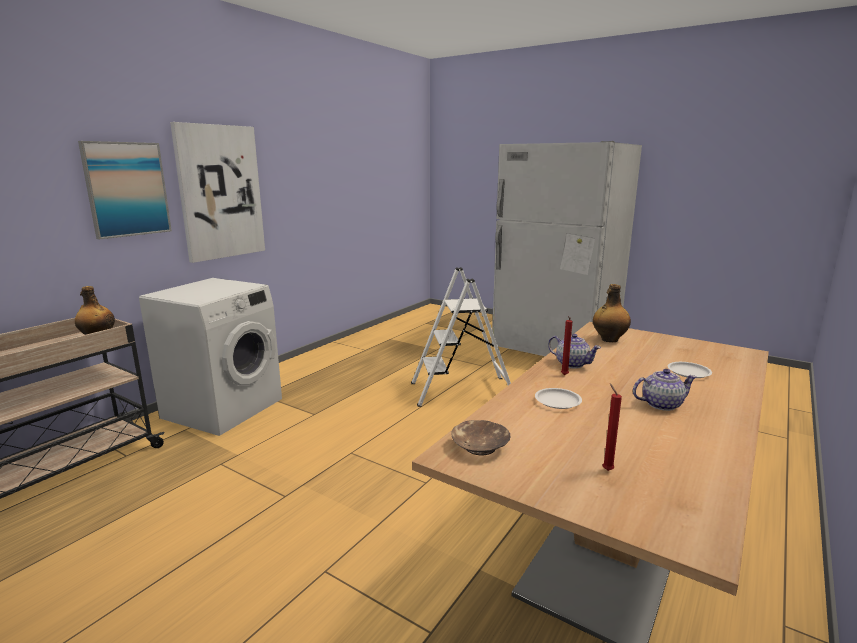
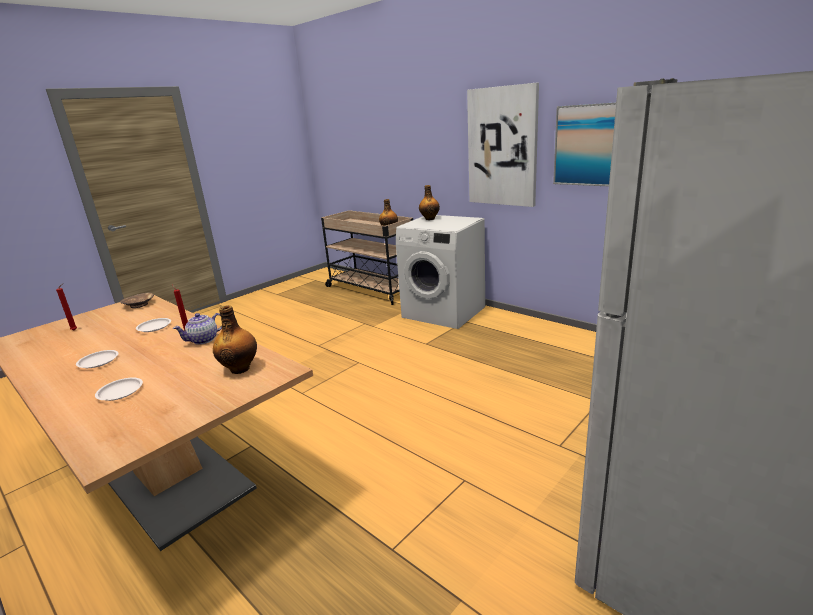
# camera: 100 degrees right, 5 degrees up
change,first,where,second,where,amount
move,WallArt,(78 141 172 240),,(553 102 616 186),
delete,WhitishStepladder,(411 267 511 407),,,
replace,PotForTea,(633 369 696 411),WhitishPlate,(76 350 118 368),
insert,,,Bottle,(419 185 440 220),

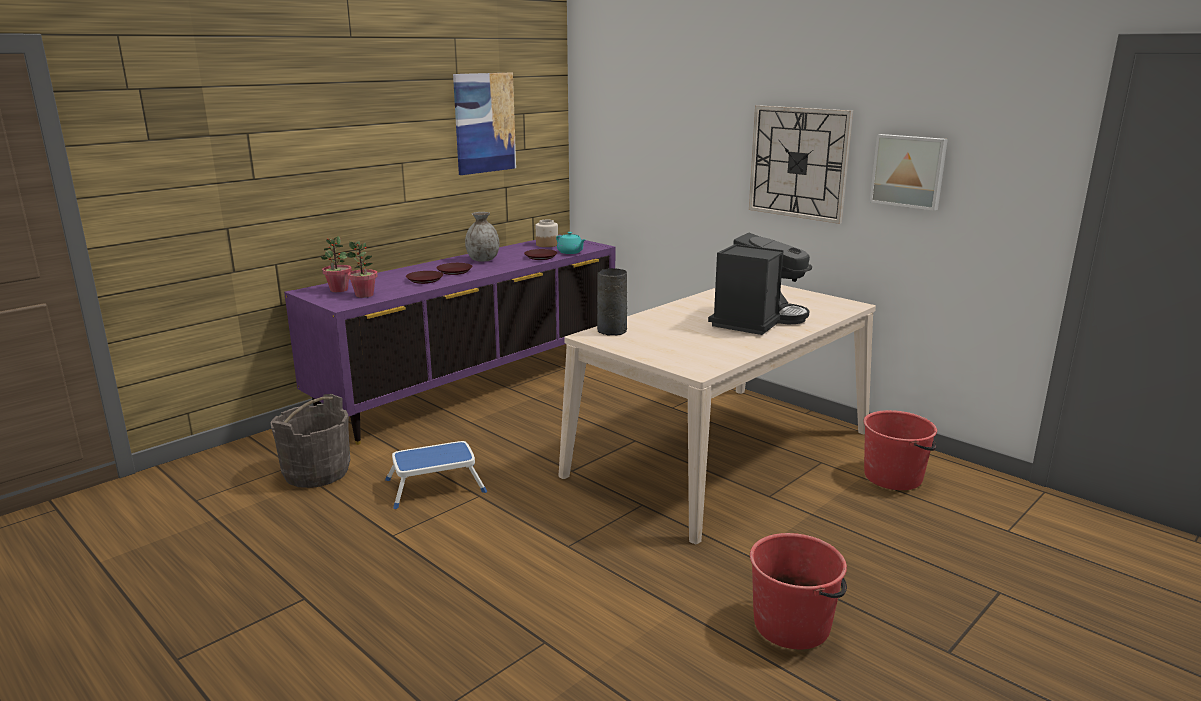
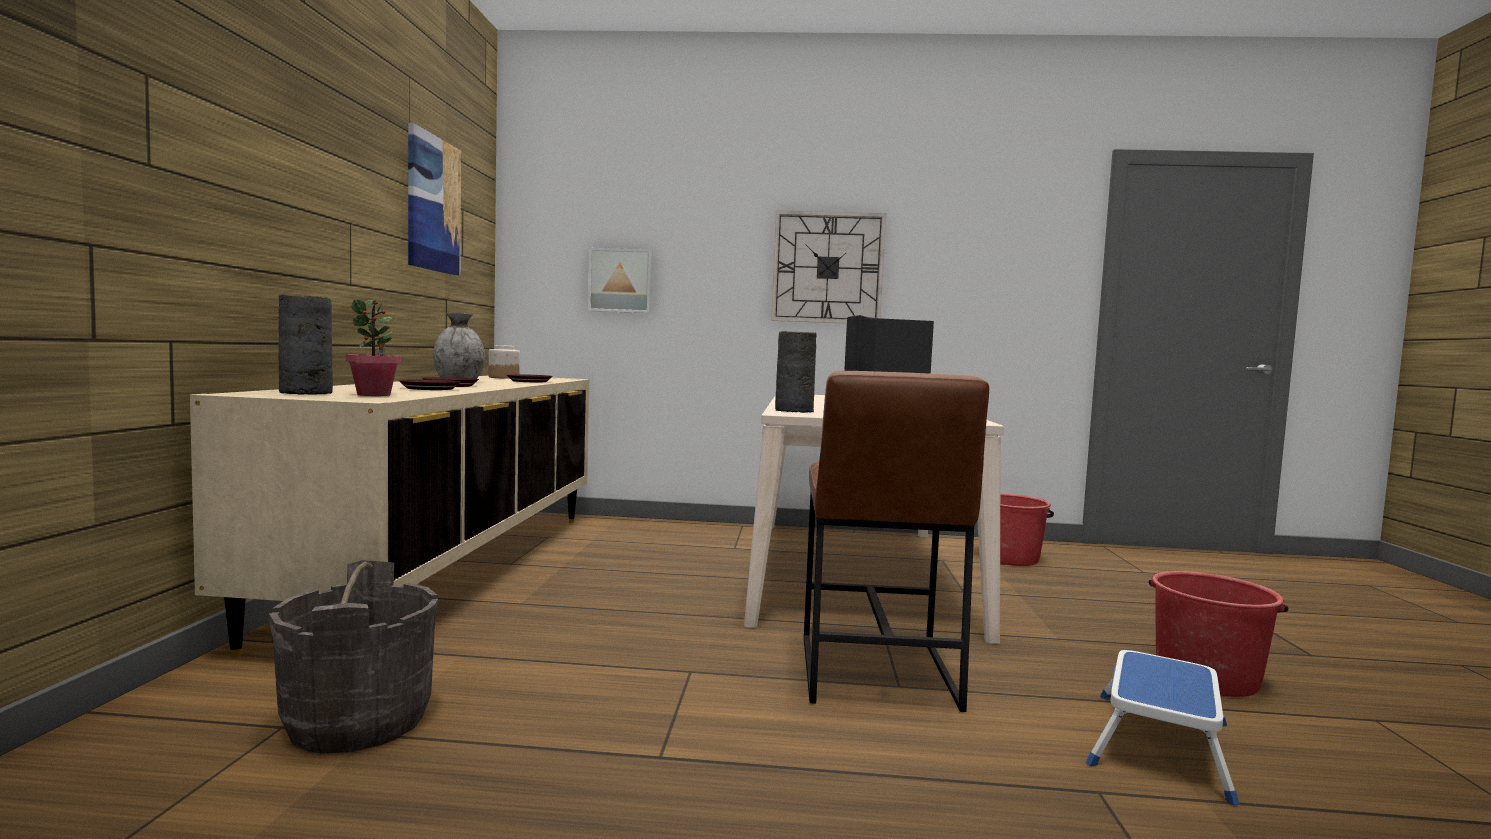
# camera: 40 degrees left, 15 degrees down
change,first,where,second,where,amount
move,WallArt,(870 134 948 211),,(588 248 652 313),
delete,TurquoisePotForTea,(556 232 585 254),,,
recolor,PurplishCupboard,(284 235 615 445),BeigeCupboard,(190 375 589 657),
replace,PlantInAPot,(320 236 352 292),GrayVase,(278 294 333 395),
move,BlueColouredStepladder,(385 441 487 509),,(1086 650 1240 806),
insert,,,BrownishPlainChair,(804 371 989 712),

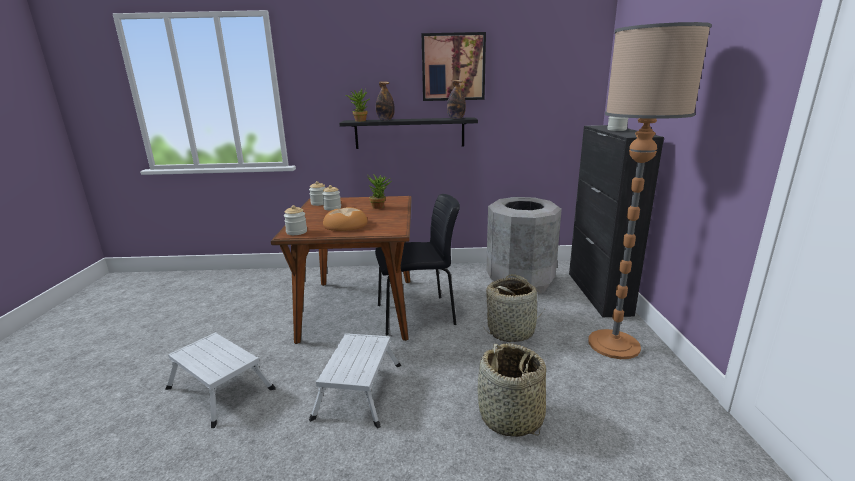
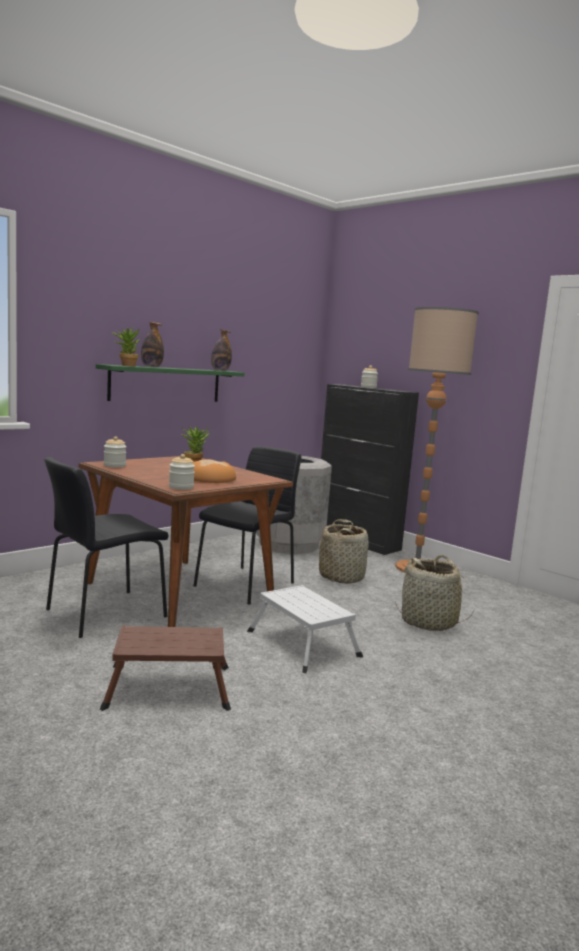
# camera: 45 degrees left, 10 degrees down
change,first,where,second,where,amount
delete,WallArt,(421 32 486 101),,,
recolor,BlackBracketShelf,(339 117 478 149),GreenishBracketShelf,(96 364 245 402),
delete,StorageJar,(322 185 341 211),,,
recolor,WhitishStepladder,(165 332 276 428),BrownishStepladder,(100 625 231 711),
insert,,,BlackPlainChair,(44 457 168 638),

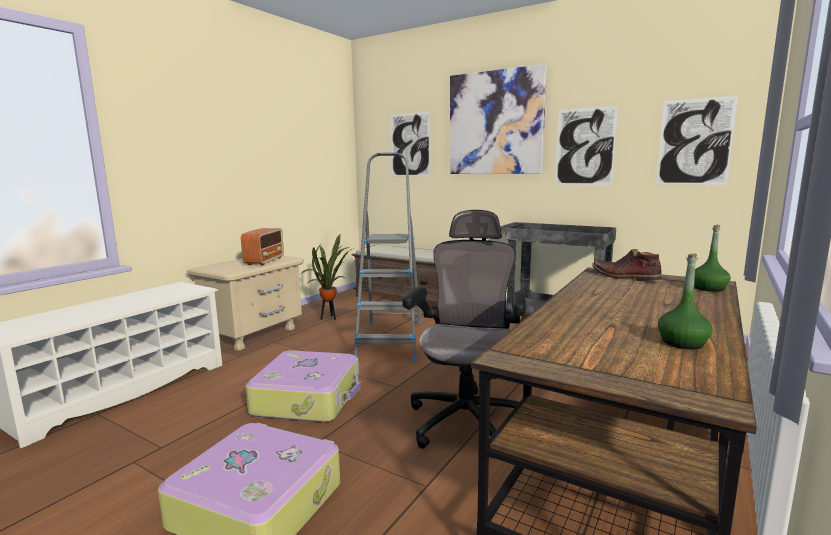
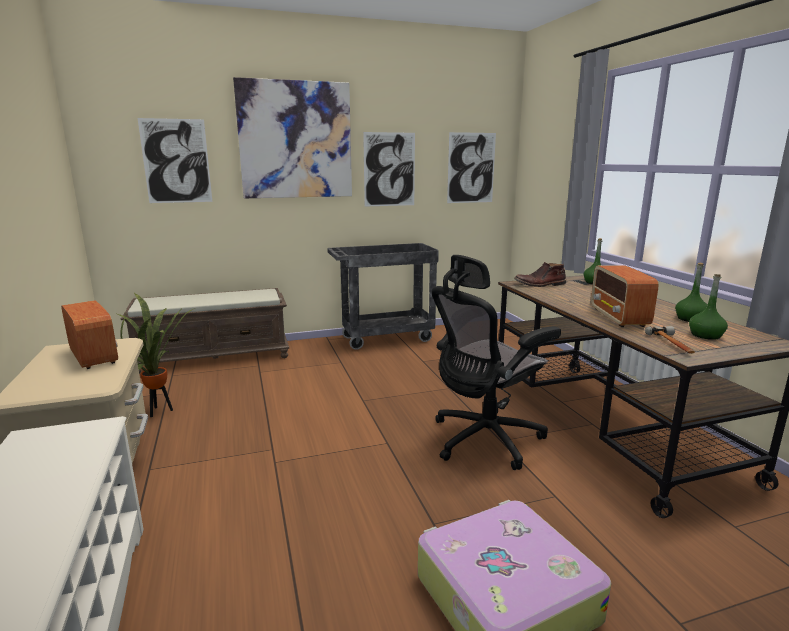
# camera: 50 degrees left, 5 degrees up
change,first,where,second,where,amount
delete,GrayStepladder,(354 152 421 362),,,
rotate,OfficeChair,(402 210 526 449),,(431 255 561 470),90 degrees counterclockwise
delete,Suitcase,(245 350 361 422),,,
insert,,,Radio,(591 265 658 327),
insert,,,GreenishBottle,(689 274 728 340),
insert,,,ToolHammer,(645 326 695 354),

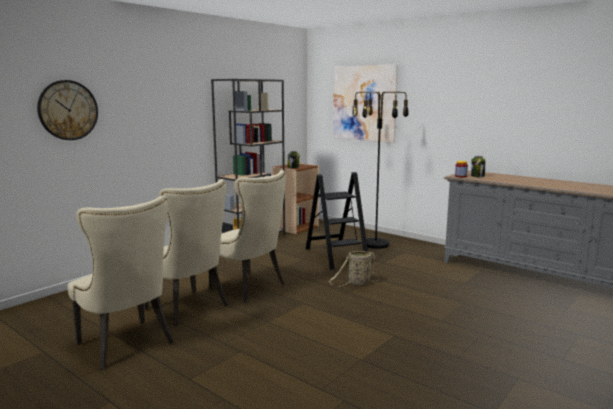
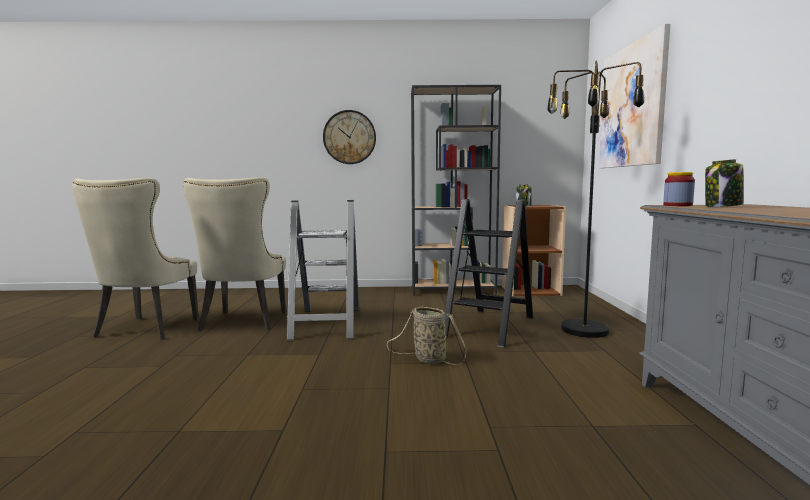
# camera: 50 degrees right, 5 degrees down
change,first,where,second,where,amount
move,ClockOnTheWall,(37 80 98 140),,(323 110 376 164),
replace,BeigePlainChair,(209 170 286 303),GrayStepladder,(287 200 359 341),

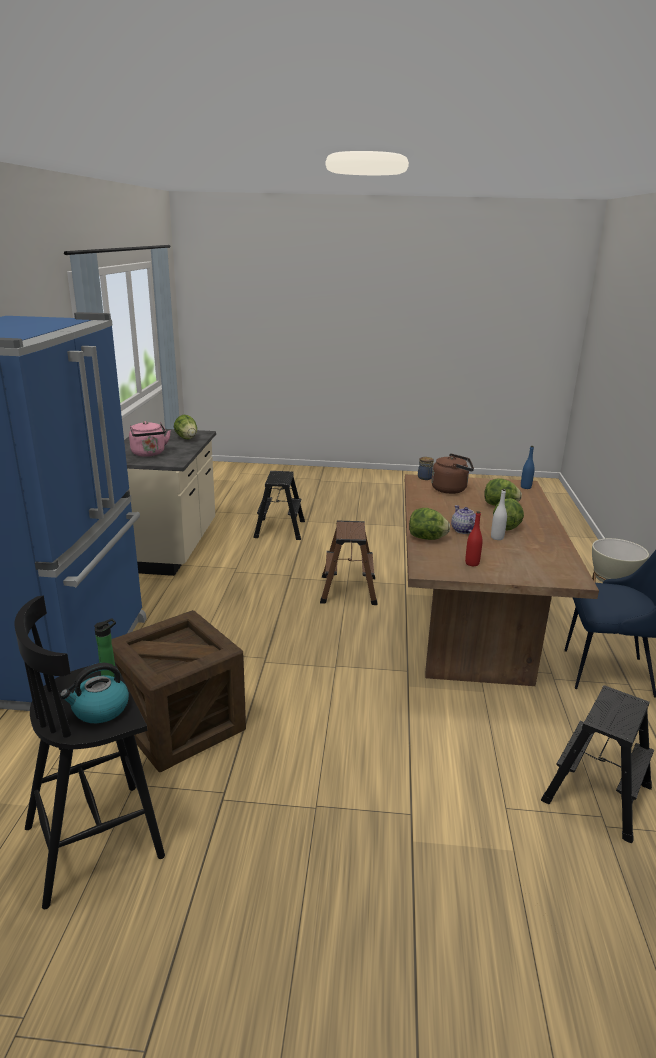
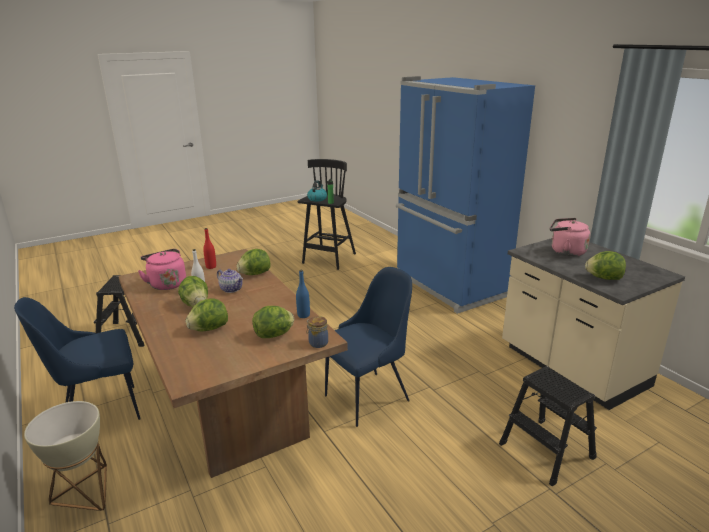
# camera: 145 degrees right, 0 degrees up
change,first,where,second,where,amount
move,BlueColouredBottle,(521 446 535 489),,(296 270 310 318),
replace,BrownishKettle,(431 453 474 494),Lettuce,(252 306 294 338),
replace,BrownishStepladder,(320 521 378 605),BlueColouredPlainChair,(325 267 412 427),
delete,PackingCrate,(111 610 246 772),,,
insert,,,PinkKettle,(138 249 186 290),

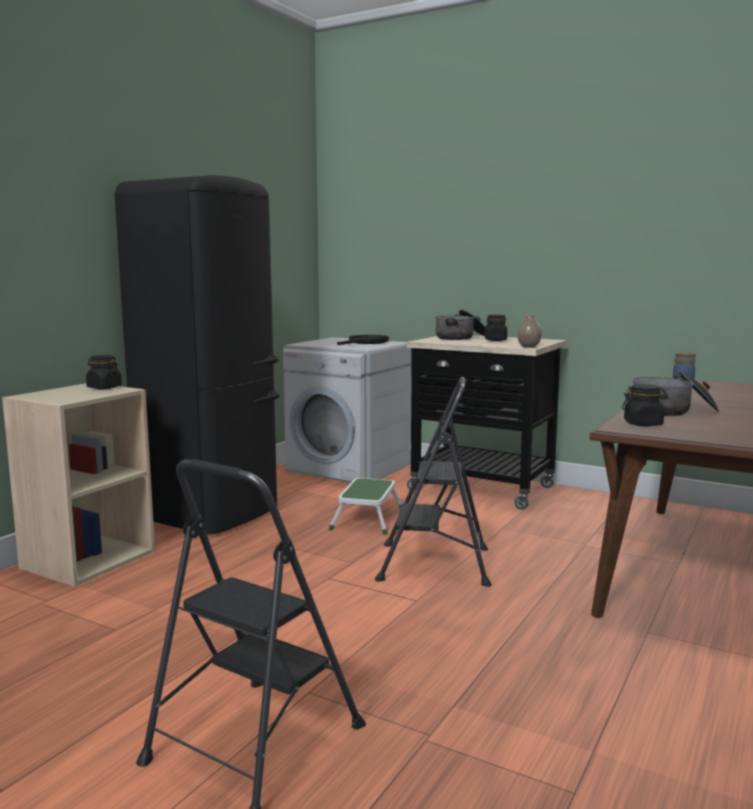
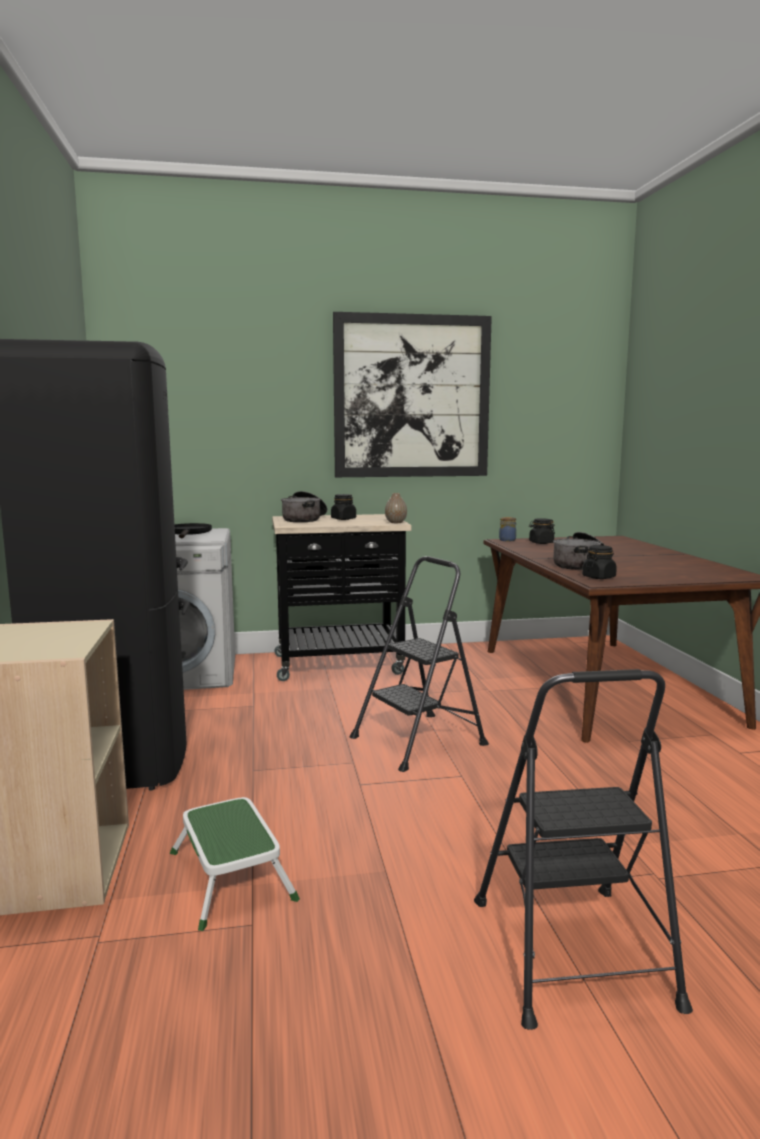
# camera: 40 degrees left, 0 degrees up
change,first,where,second,where,amount
move,BlackStorageJar,(86 355 122 389),,(529 518 555 544),
move,GreenishStepladder,(328 478 402 535),,(170 797 300 931),
insert,,,WallArt,(333 312 492 477),

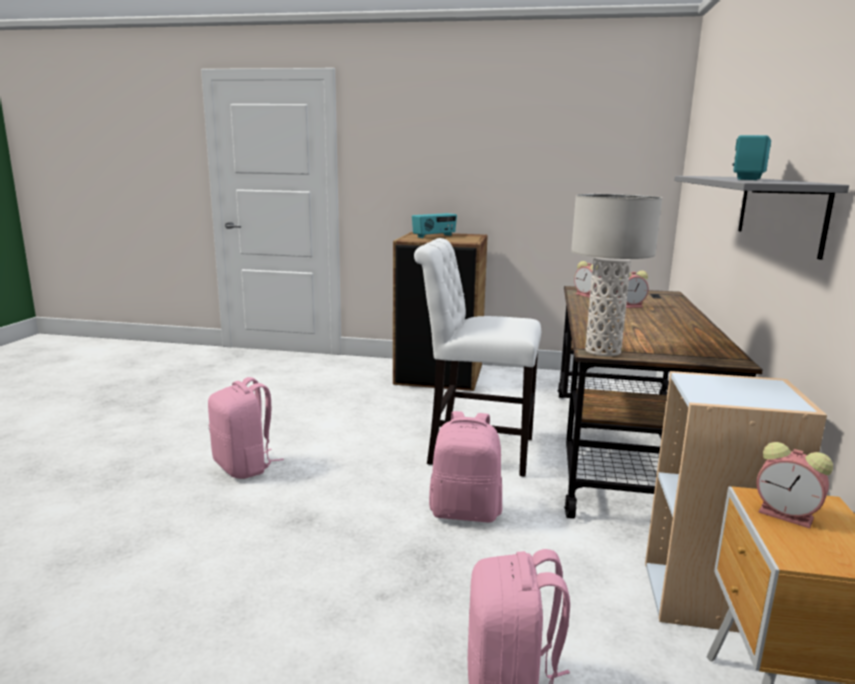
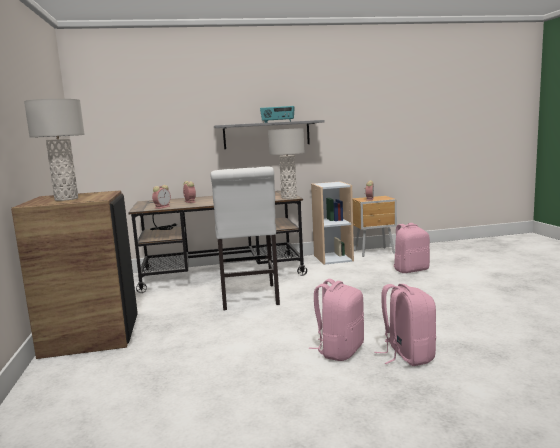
# camera: 110 degrees left, 5 degrees down
change,first,where,second,where,amount
replace,Radio,(412 213 457 238),WhitishTabletopLamp,(24 99 85 201),
move,PinkBackpack,(429 411 502 523),,(375 284 436 366),

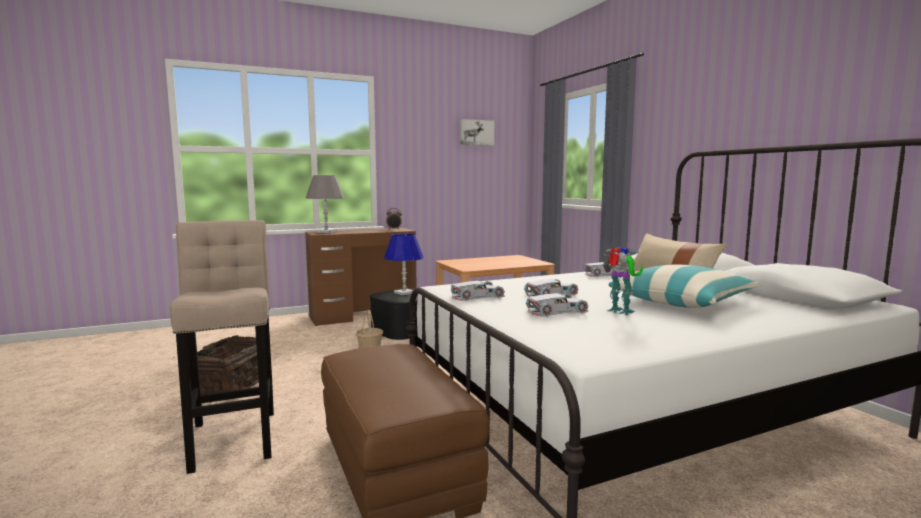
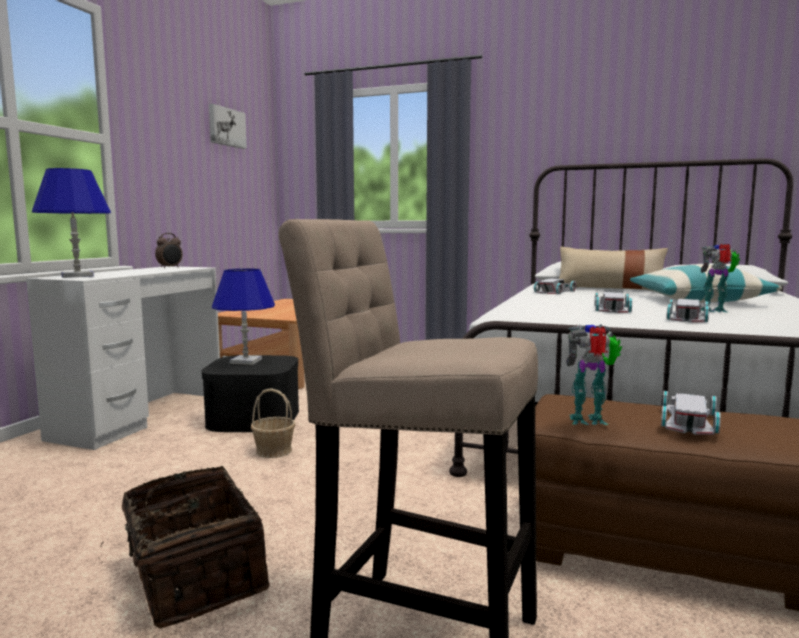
# camera: 45 degrees left, 0 degrees up
change,first,where,second,where,amount
recolor,GrayTabletopLamp,(306 175 344 233),BlueColouredTabletopLamp,(32 168 111 278),
recolor,BrownishDeskTable,(305 228 417 326),WhitishDeskTable,(26 266 220 450),
move,WhitishModelCar,(451 281 505 301),,(661 391 721 435),
insert,,,RobotFigure,(566 324 622 425),

